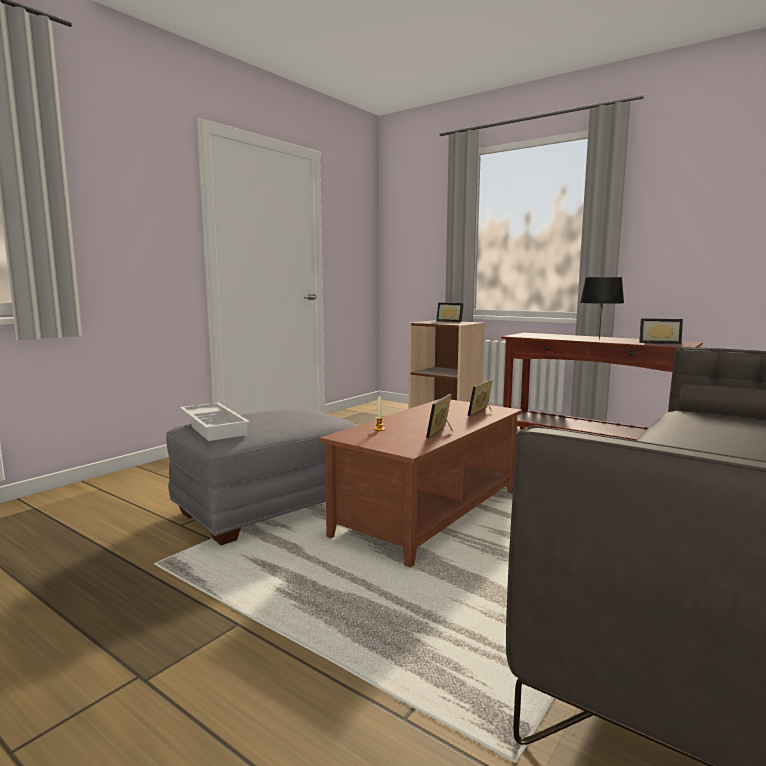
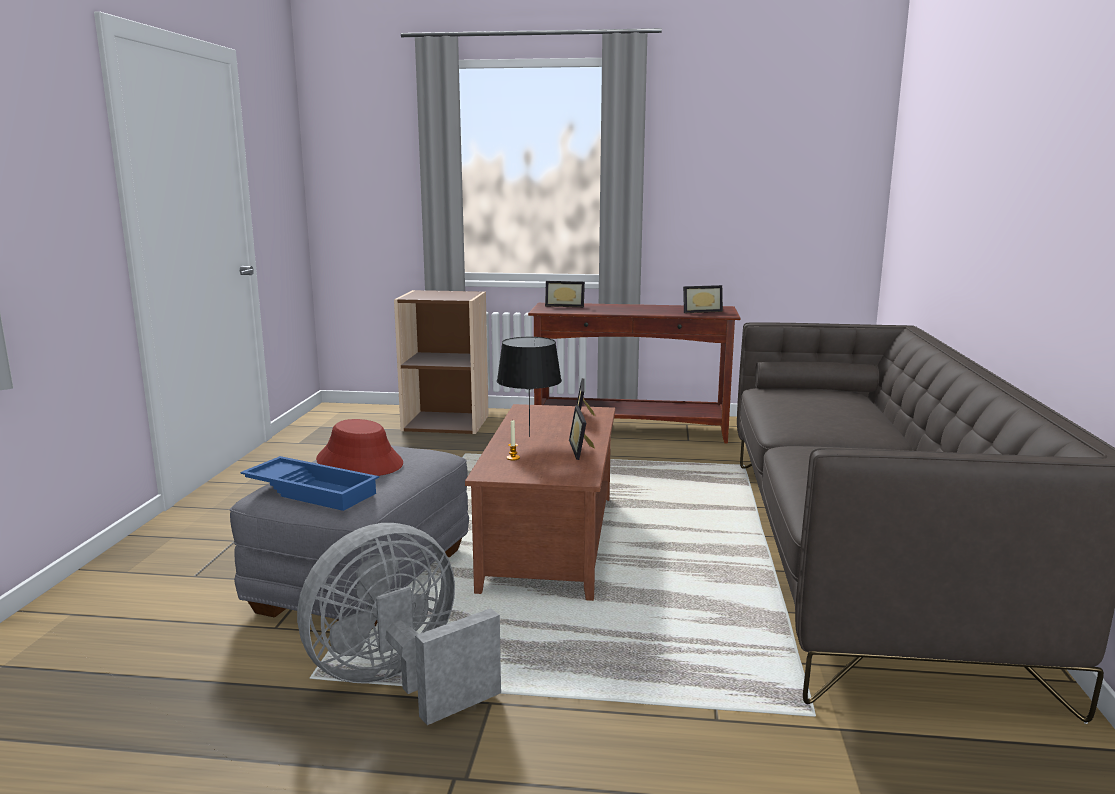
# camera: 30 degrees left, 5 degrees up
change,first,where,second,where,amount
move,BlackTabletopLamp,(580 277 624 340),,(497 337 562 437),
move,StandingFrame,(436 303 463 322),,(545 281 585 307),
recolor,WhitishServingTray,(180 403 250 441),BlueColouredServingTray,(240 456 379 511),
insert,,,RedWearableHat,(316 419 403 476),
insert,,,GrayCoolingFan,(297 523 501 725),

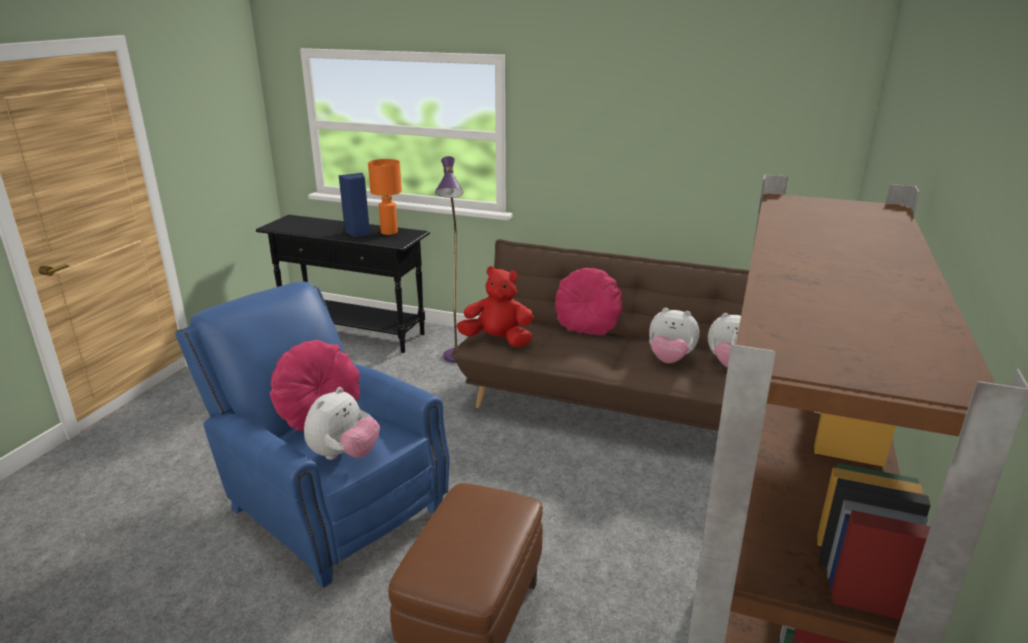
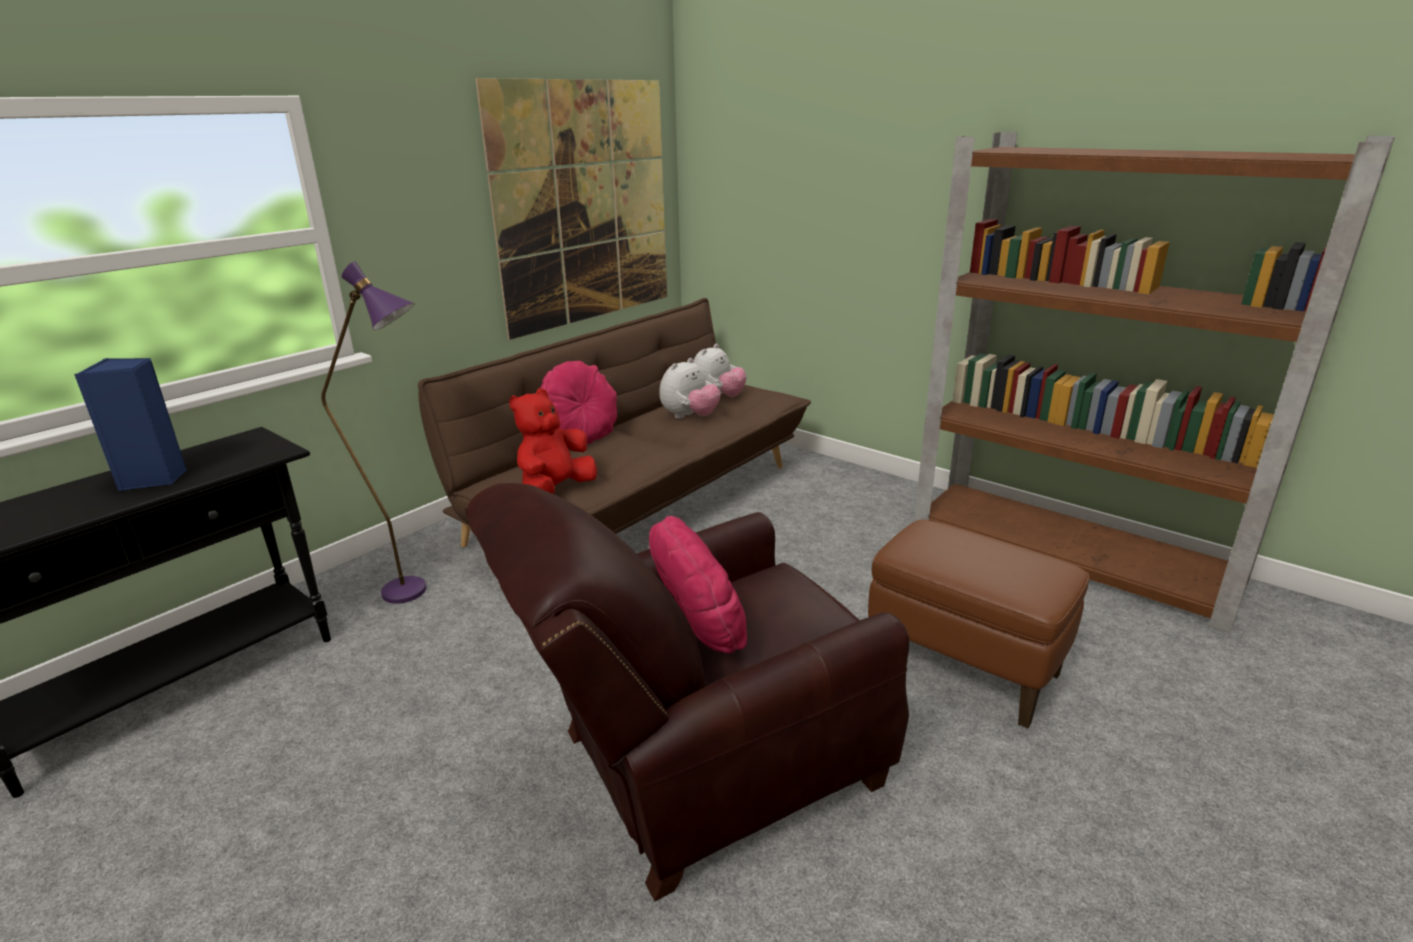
# camera: 70 degrees left, 0 degrees up
change,first,where,second,where,amount
delete,OrangeyTabletopLamp,(368 159 402 235),,,
recolor,BlueColouredEasyChair,(175 282 450 588),BrownishEasyChair,(465 483 909 902),
delete,SoftToy,(304 387 380 460),,,
insert,,,WallArt,(475 78 667 340),

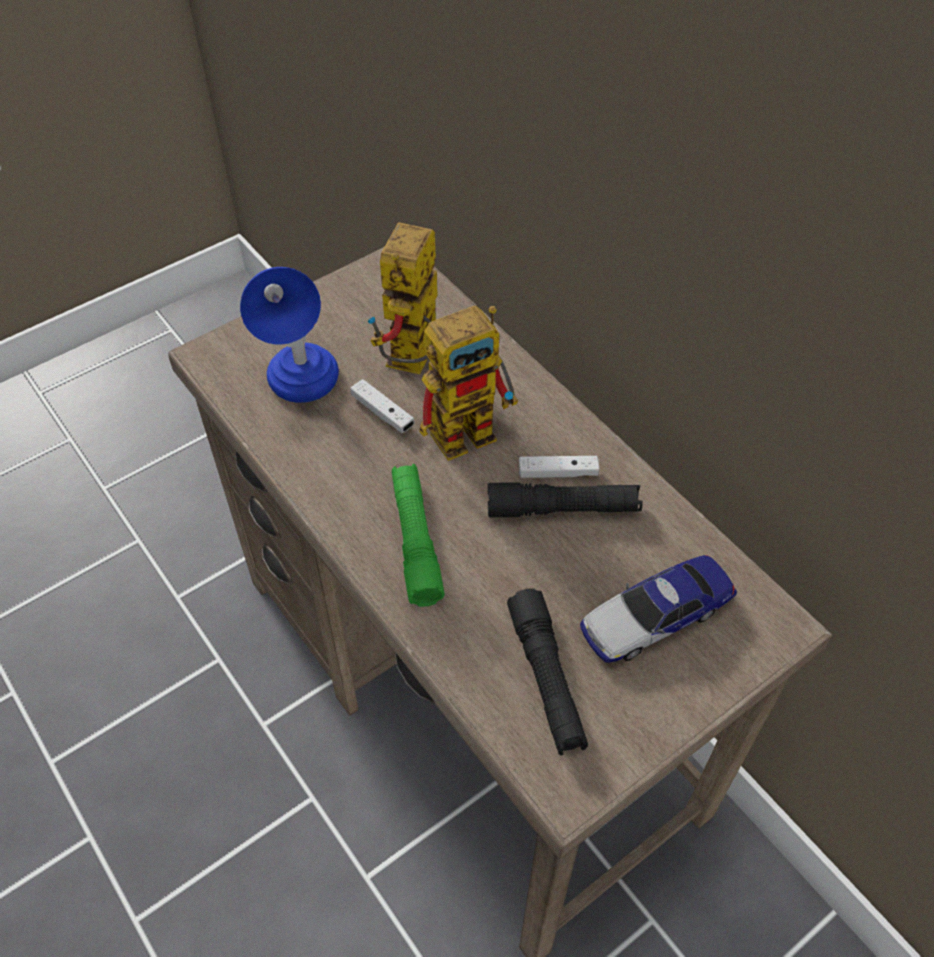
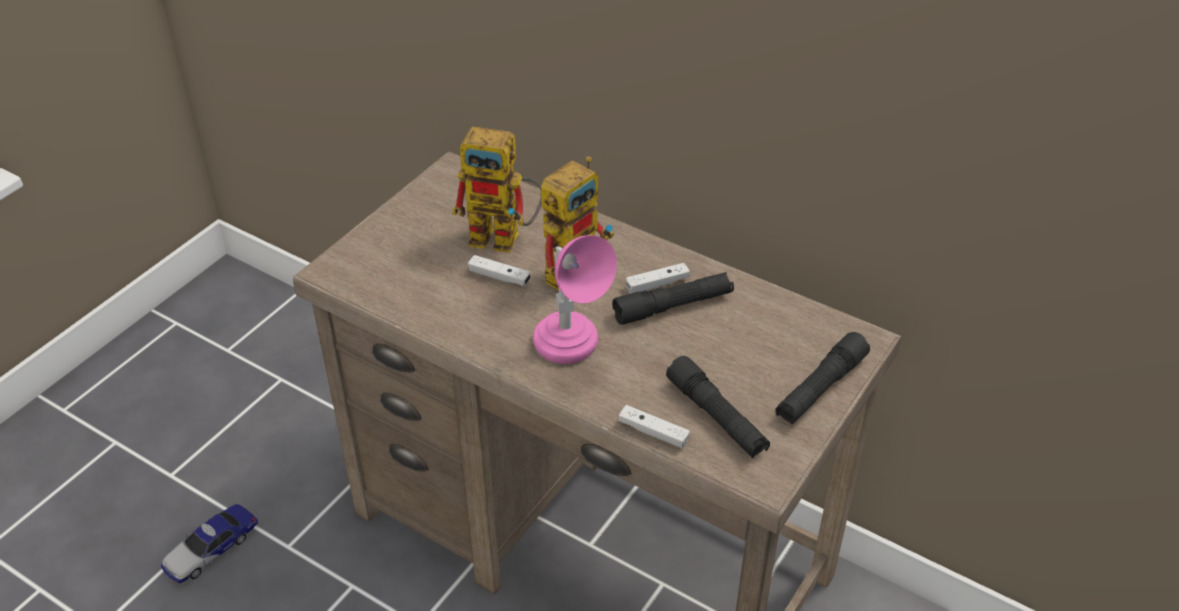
# camera: 20 degrees left, 10 degrees down
change,first,where,second,where,amount
rotate,RobotFigure,(367 222 437 374),,(452 127 542 253),75 degrees counterclockwise
delete,BlueColouredTabletopLamp,(240 267 339 403),,,
replace,GreenishHandTorch,(392 464 445 607),PinkTabletopLamp,(533 235 617 364),
move,ModelCar,(580 555 737 663),,(161 504 258 583),
insert,,,BlackHandTorch,(775 332 870 424),
insert,,,WhitishGameController,(619 405 690 449),

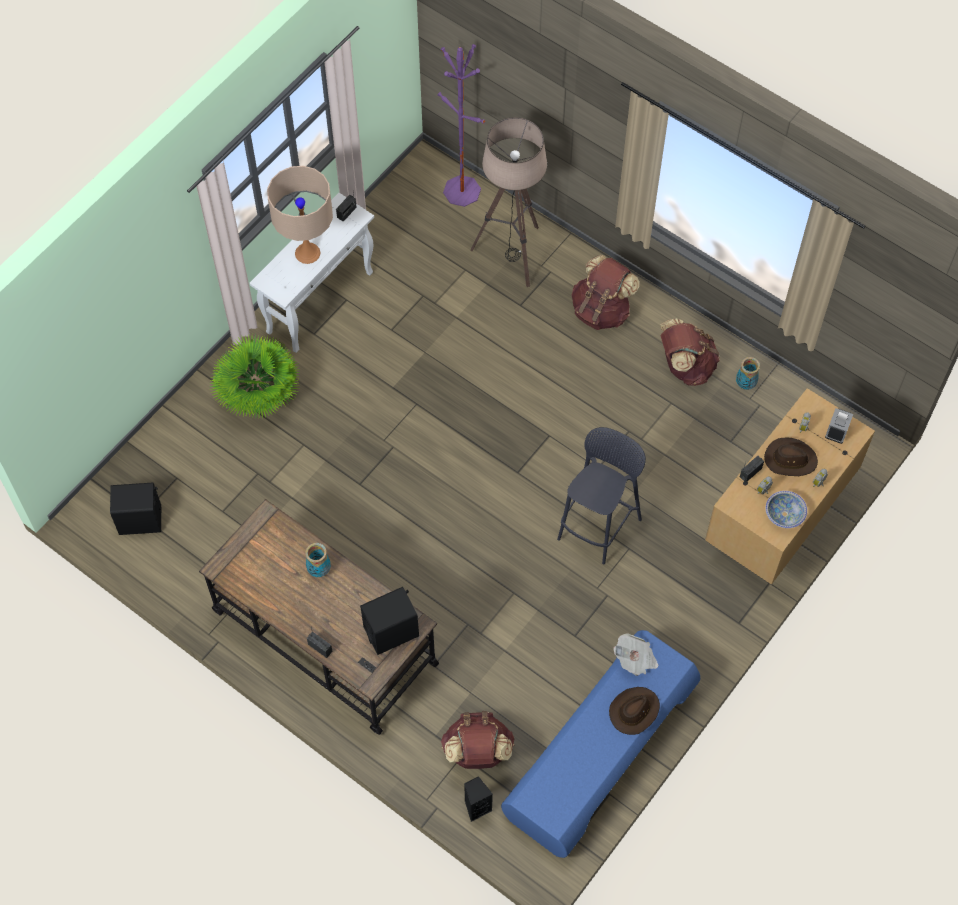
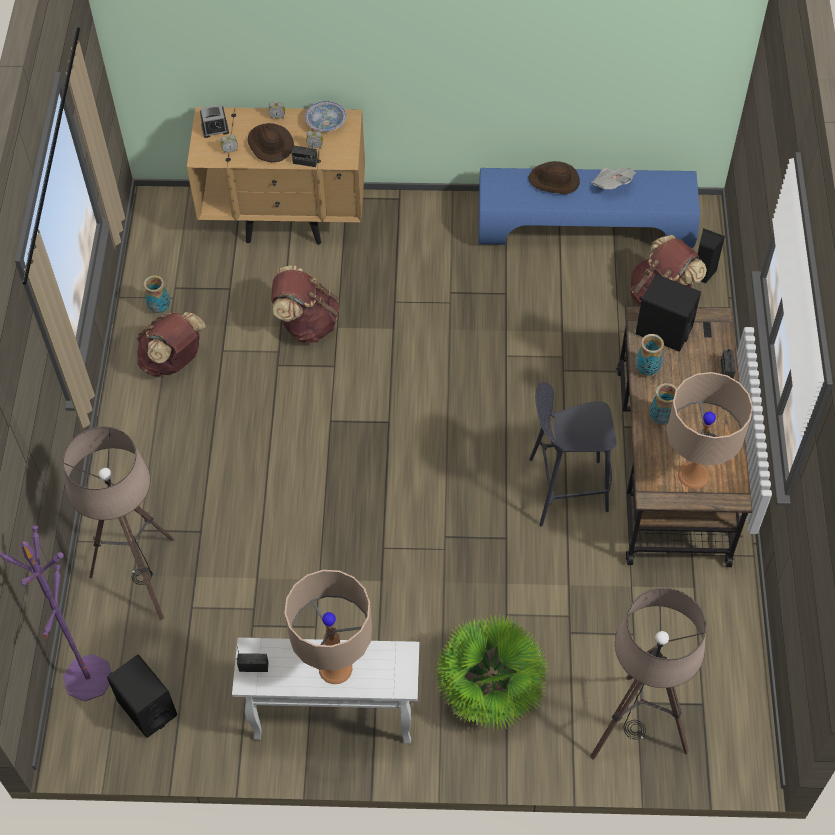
# camera: 125 degrees left, 5 degrees down
change,first,where,second,where,amount
move,BrownishBackpack,(572 255 639 330),,(271 266 338 343),
move,GraySittingStool,(557 427 646 565),,(529 382 616 527),
move,BlackAudioSpeaker,(110 483 161 535),,(107 655 177 738),
move,PrintedPaper,(613 633 658 676),,(591 168 636 189),
insert,,,Vase,(635 334 664 375),
insert,,,BeigeTabletopLamp,(667 372 753 489),
insert,,,FloorLamp,(590 588 706 760),

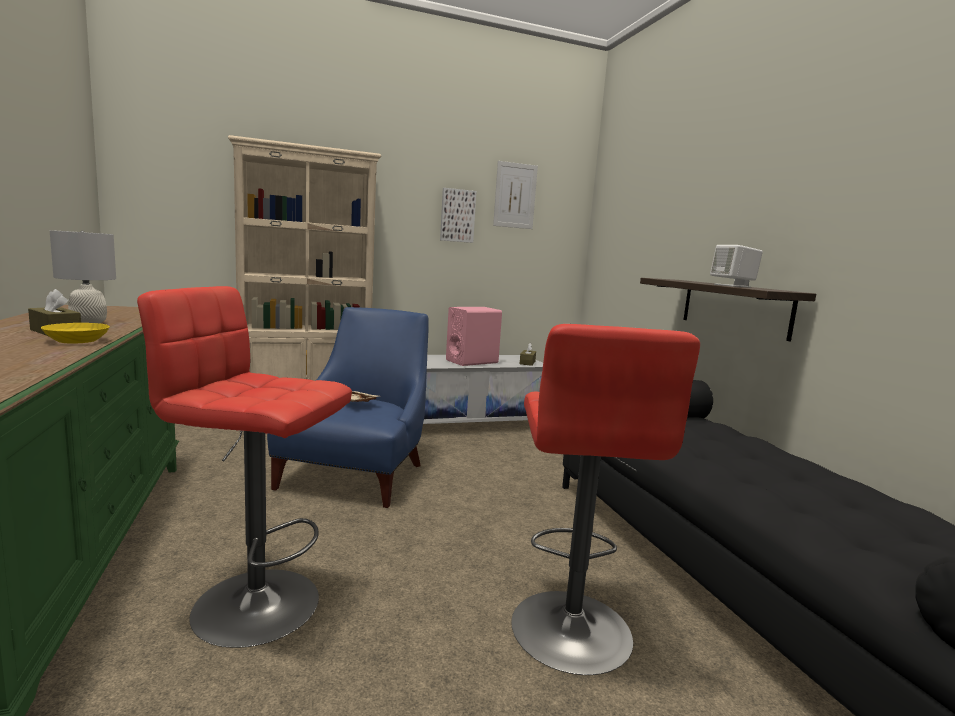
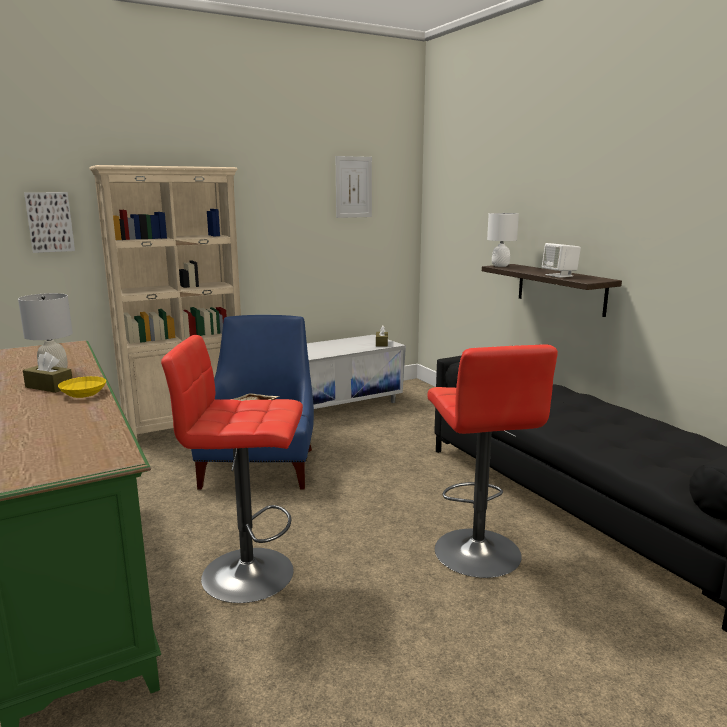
# camera: 10 degrees left, 5 degrees up
change,first,where,second,where,amount
move,WallArt,(440 188 476 243),,(24 192 75 253),
delete,PinkAudioSpeaker,(446 307 502 366),,,
insert,,,WhitishTabletopLamp,(487 213 519 267),

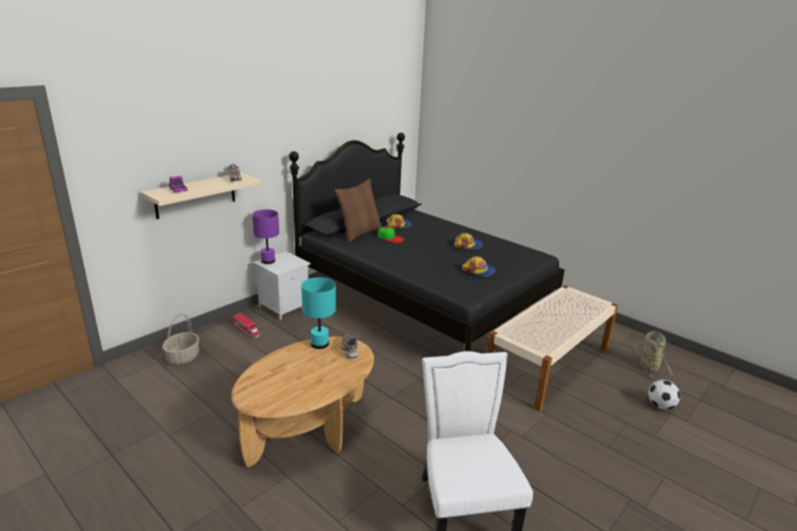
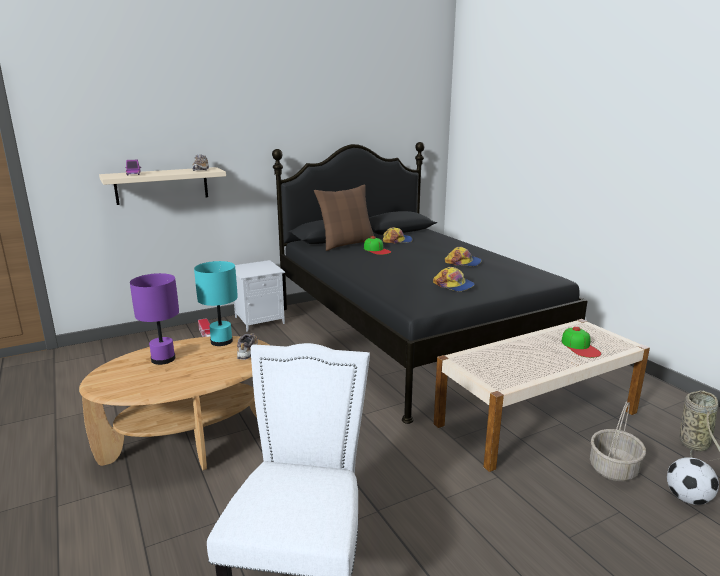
# camera: 20 degrees right, 5 degrees down
change,first,where,second,where,amount
move,PurplishTabletopLamp,(252 209 279 264),,(130 273 179 365),
move,StorageBasket,(162 313 199 365),,(590 401 646 482),
insert,,,Cap,(562 327 601 358),

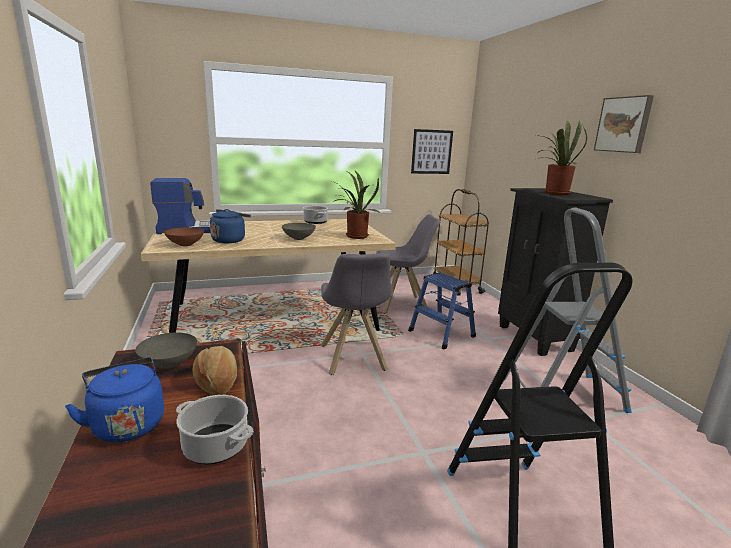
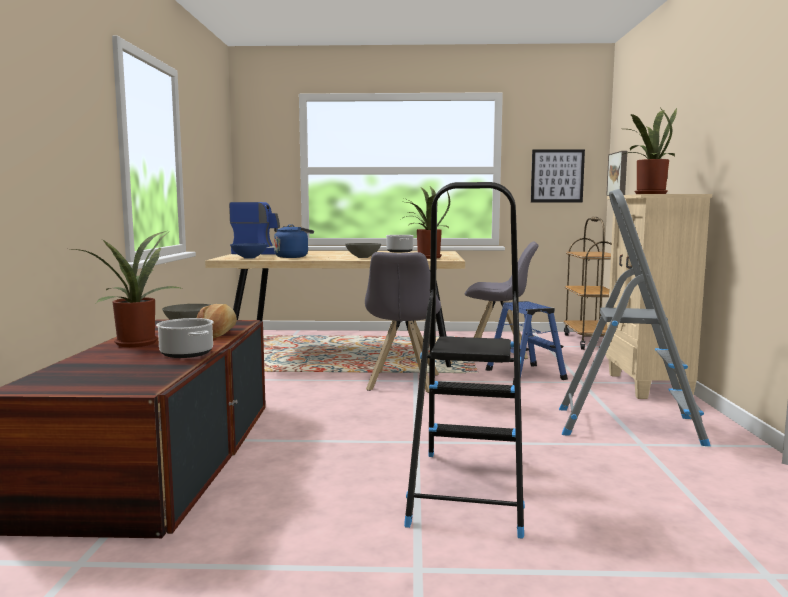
# camera: 20 degrees right, 10 degrees down
change,first,where,second,where,amount
move,WallArt,(594 95 654 153),,(606 151 627 196),
recolor,BlackCupboard,(498 188 613 356),BeigeCupboard,(606 194 712 399),
recolor,BrownishBowl,(164 227 204 246),BlueColouredBowl,(230 243 268 259),
replace,BlueColouredKettle,(65 357 164 442),PlantInAPot,(72 231 183 347),

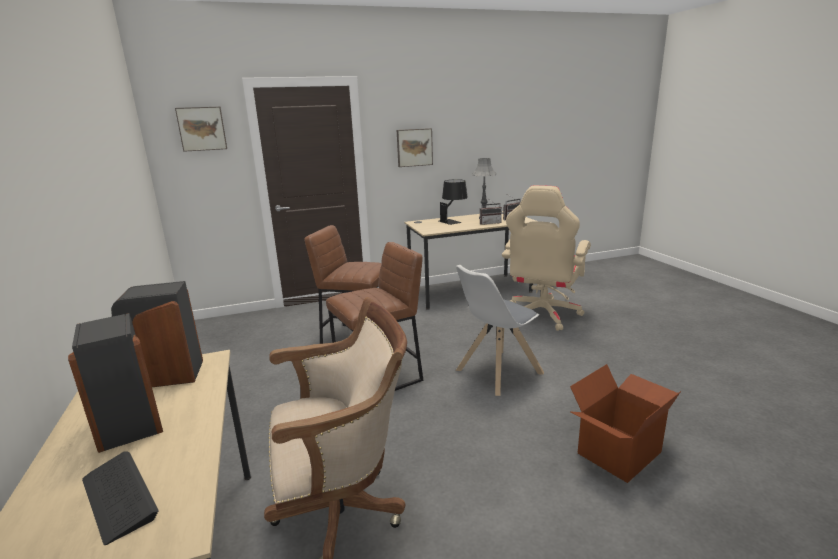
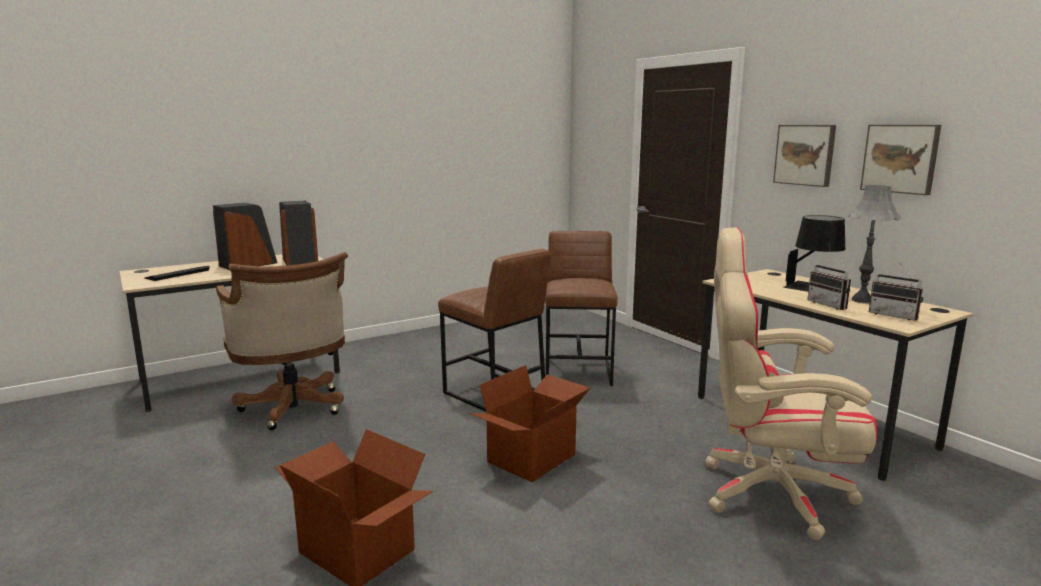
# camera: 75 degrees right, 5 degrees down
change,first,where,second,where,amount
move,WallArt,(175 107 227 152),,(860 125 941 195),
replace,PlainChair,(456 265 544 396),PackingBox,(469 365 590 482),

